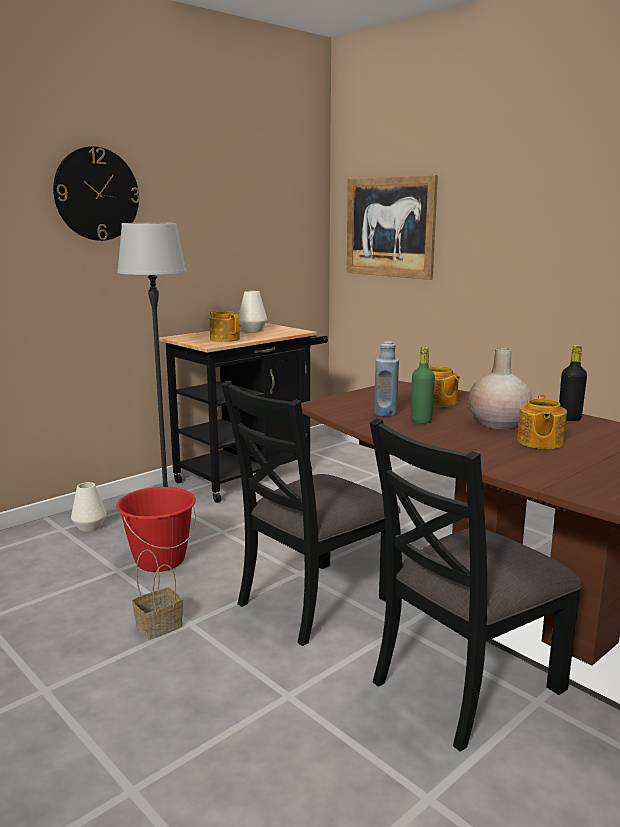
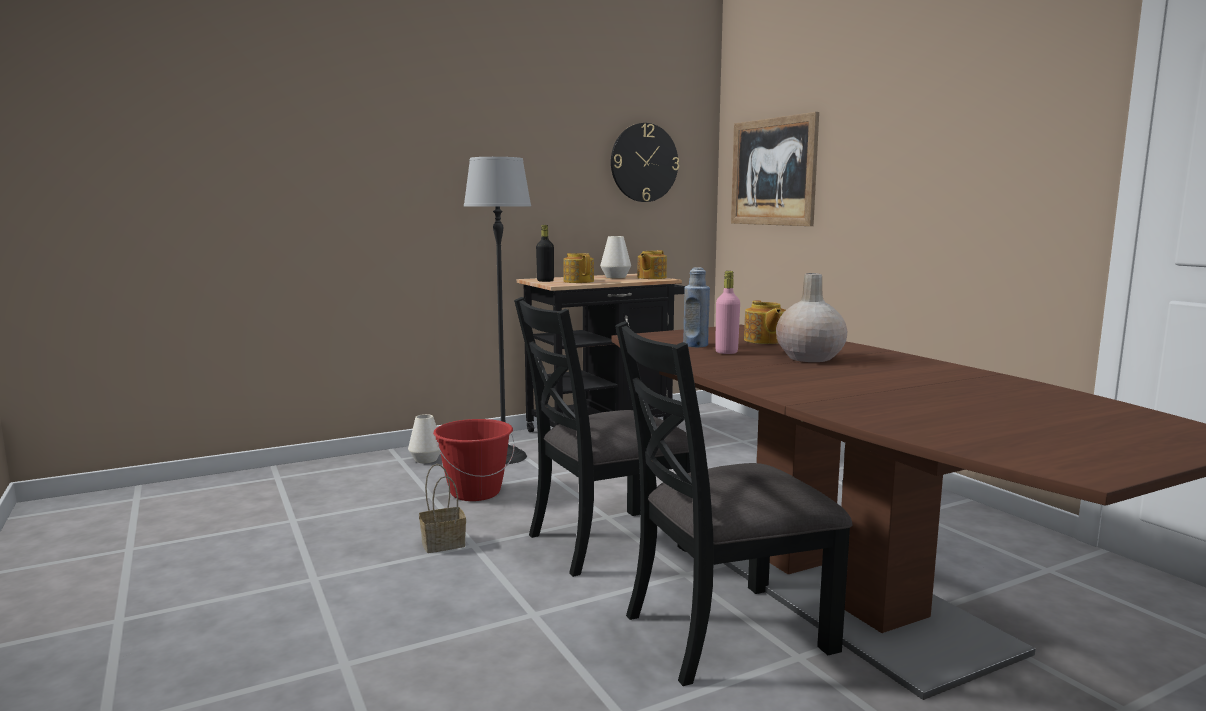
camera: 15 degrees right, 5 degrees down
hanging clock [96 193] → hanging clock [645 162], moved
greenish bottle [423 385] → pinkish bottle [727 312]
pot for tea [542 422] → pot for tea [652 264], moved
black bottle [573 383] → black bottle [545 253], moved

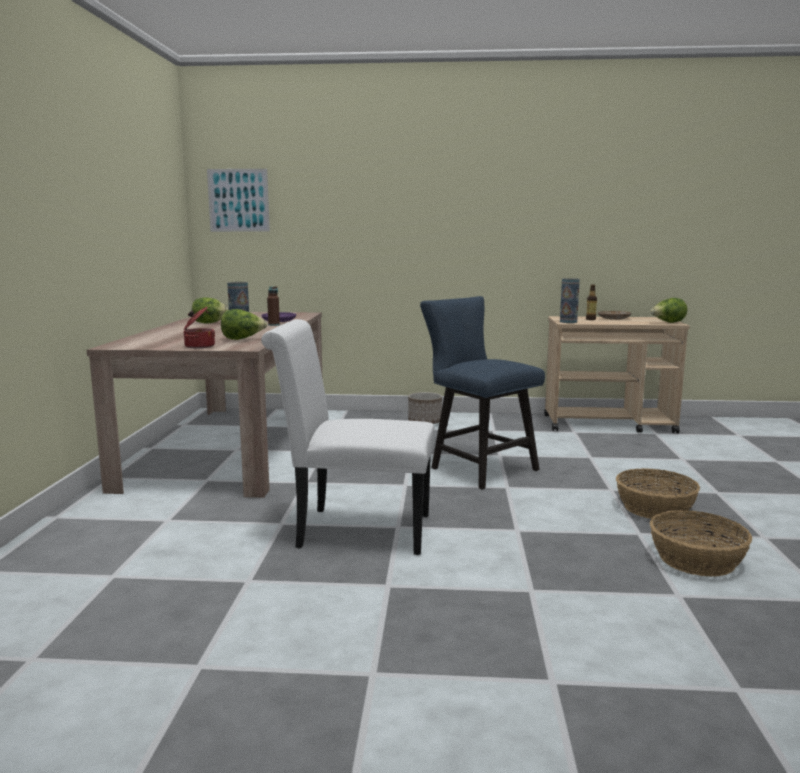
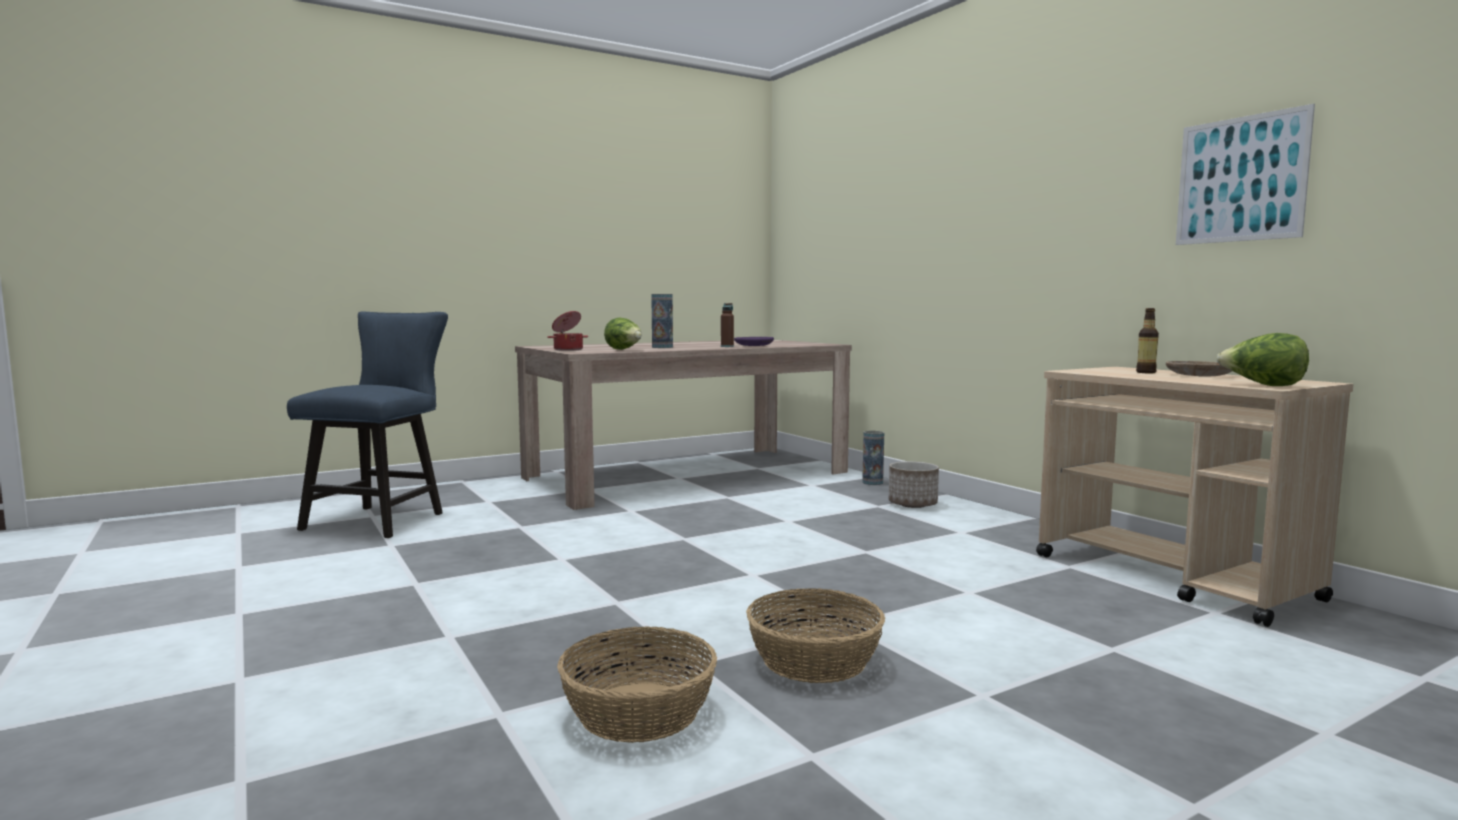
camera: 55 degrees right, 5 degrees down
lettuce [210 310] → -
wall art [238 200] → wall art [1245 174], moved
whitish chair [347 437] → -
bluish chair [482 392] → bluish chair [367 424], moved
flower vase [570 300] → flower vase [873 458], moved

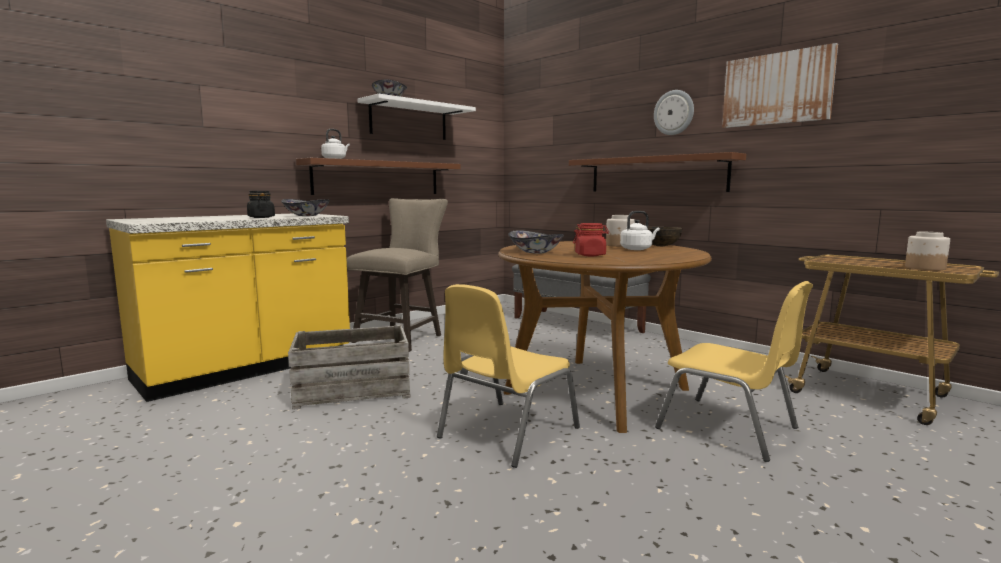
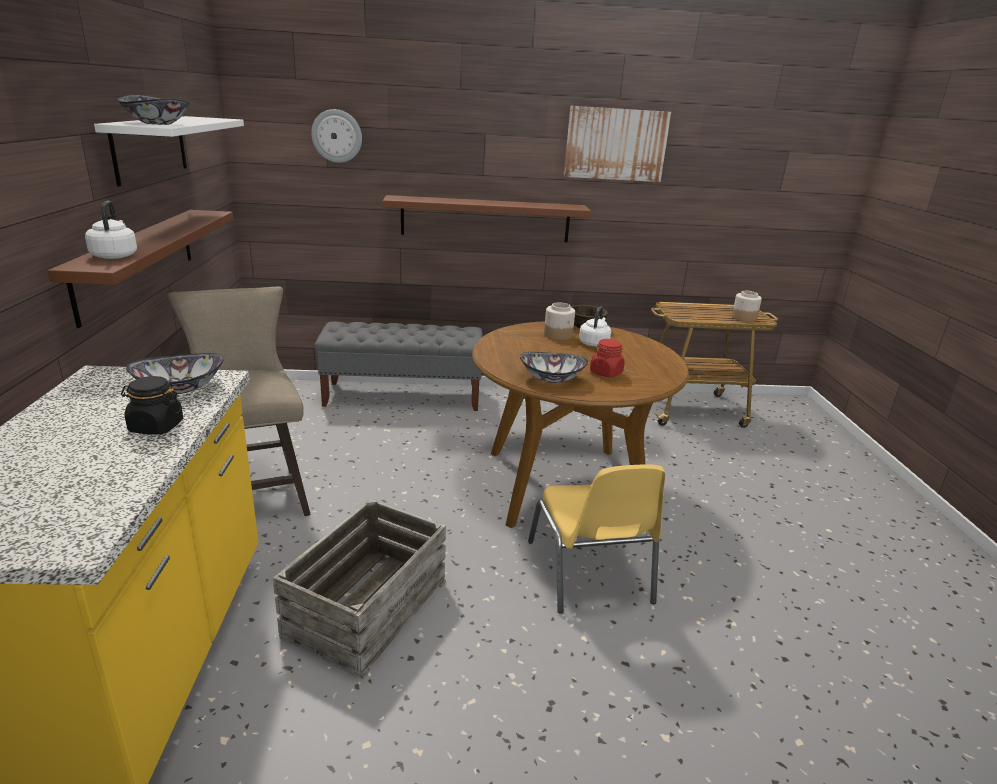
camera: 50 degrees left, 15 degrees up
hanging clock [674 112] → hanging clock [336 136], moved
yellow chair [734 371] → -

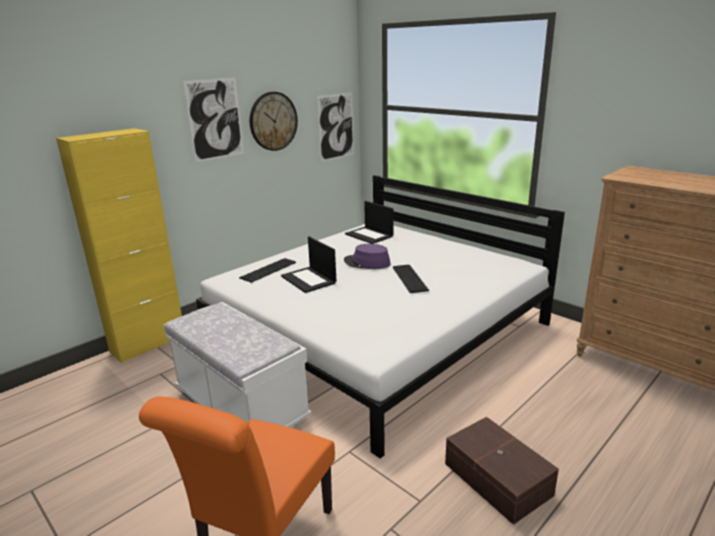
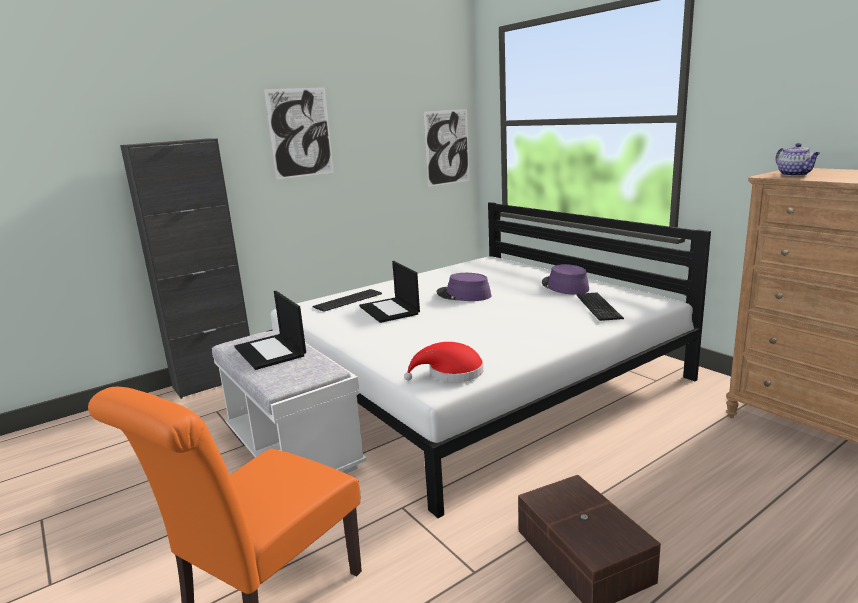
camera: 10 degrees right, 5 degrees down
yellow cabinet [119 245] → black cabinet [185 269]
hanging clock [274 121] → -
laptop [369 222] → laptop [270 330], moved
computer keyboard [411 279] → computer keyboard [600 307], moved
- → red wearable hat [444 362]
- → purple-coloured wearable hat [565 279]
- → pot for tea [797 159]

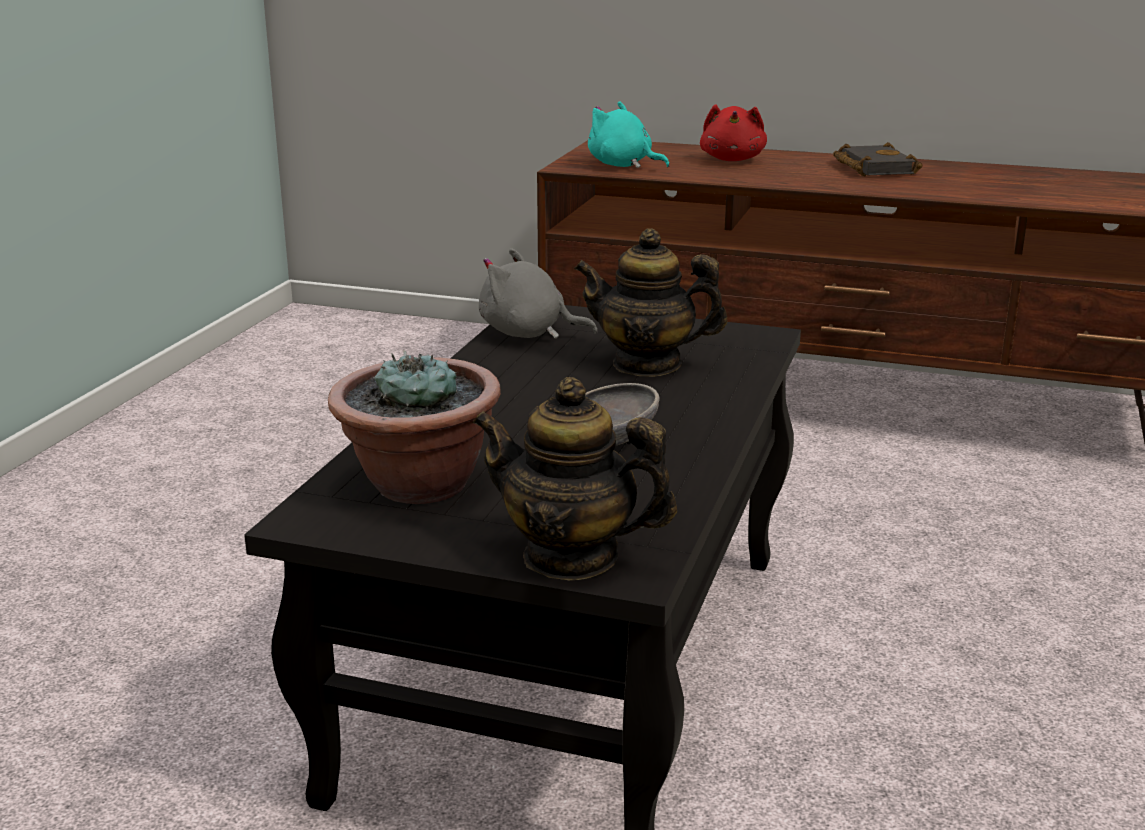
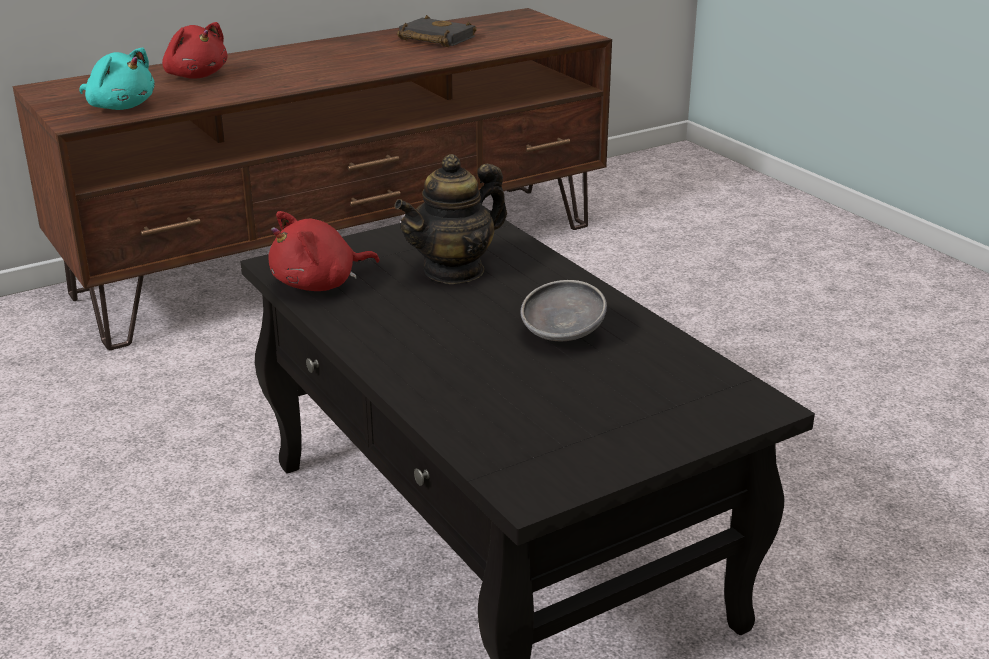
camera: 50 degrees left, 5 degrees up
plant in a pot [414 427] → -
pot for tea [574 478] → -
greyish plush toy [538 293] → red plush toy [324 251]
turquoise plush toy [629 134] → turquoise plush toy [117 79], 135 degrees counterclockwise
black bound book [878 159] → black bound book [437 31], moved

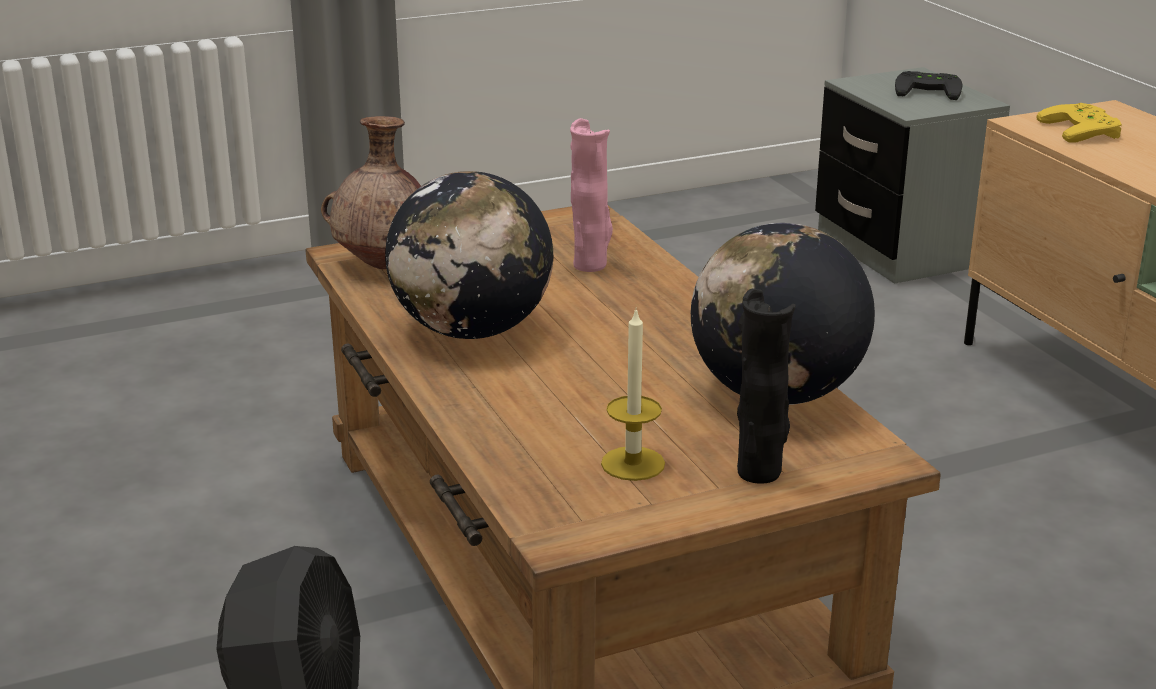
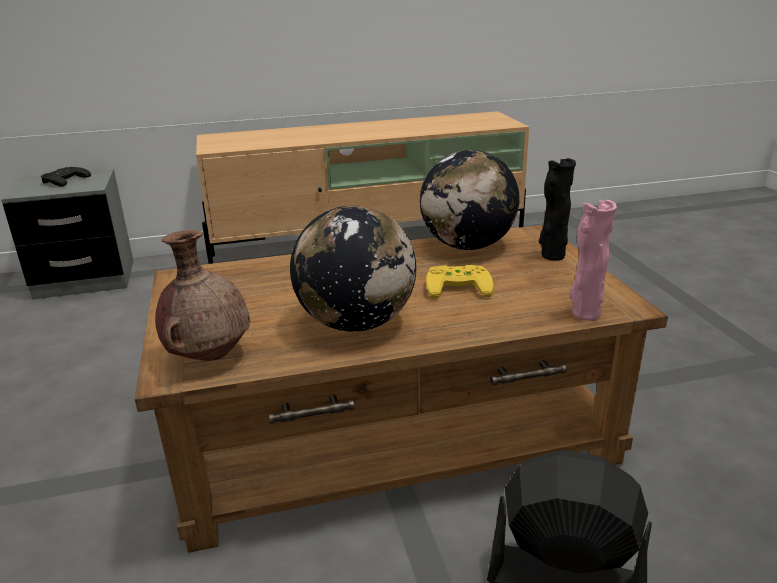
camera: 80 degrees left, 0 degrees up
pinkish flower vase [591 195] → pinkish flower vase [593 260], moved
wax candle [633 394] → -
yellow game controller [1079 123] → yellow game controller [460 281], moved

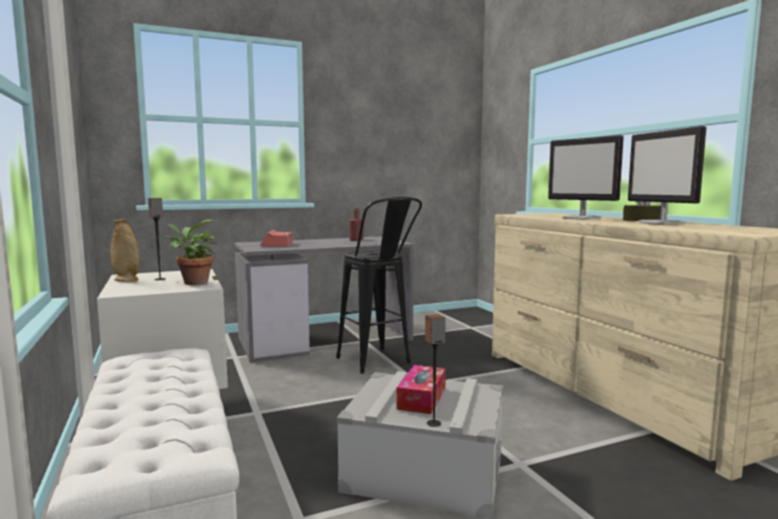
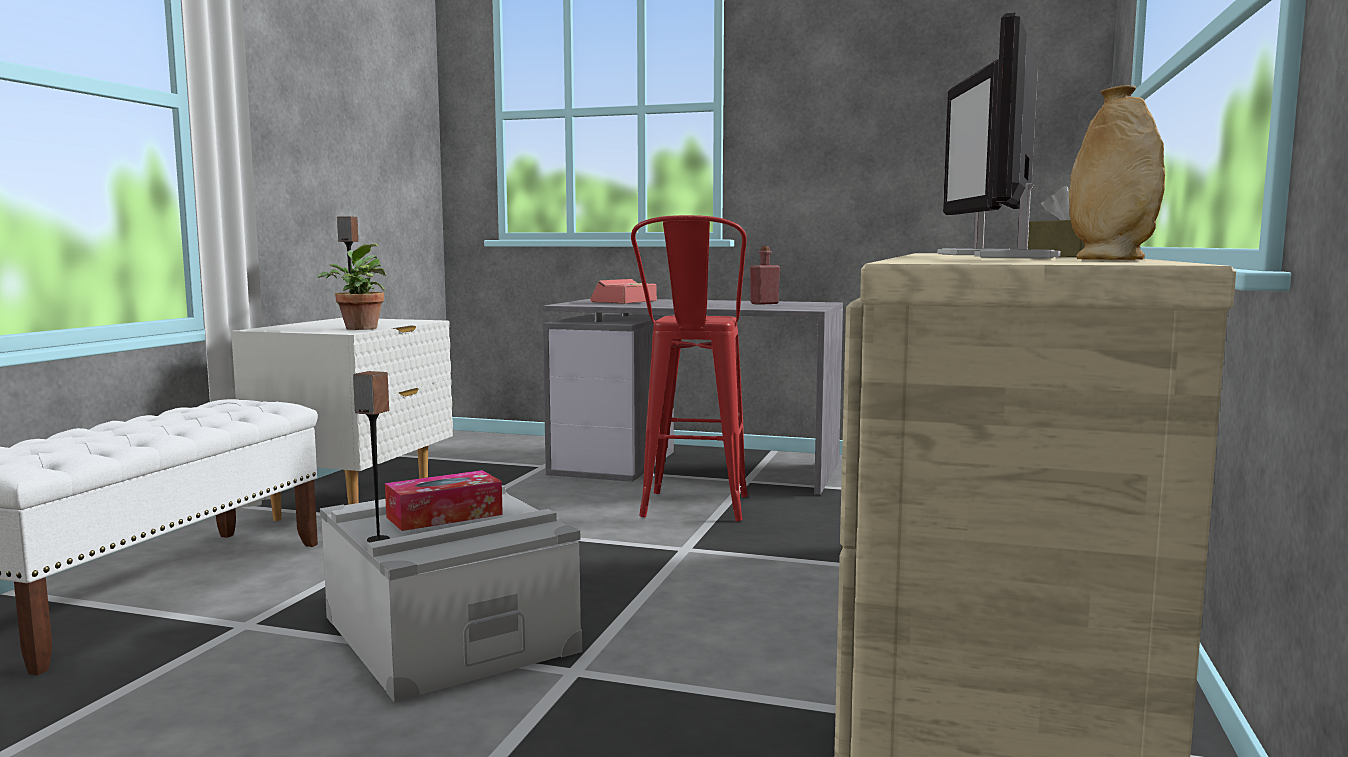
camera: 40 degrees right, 0 degrees up
beige flower vase [125 250] → beige flower vase [1117 172], moved
black stool [379 285] → red stool [689 368]

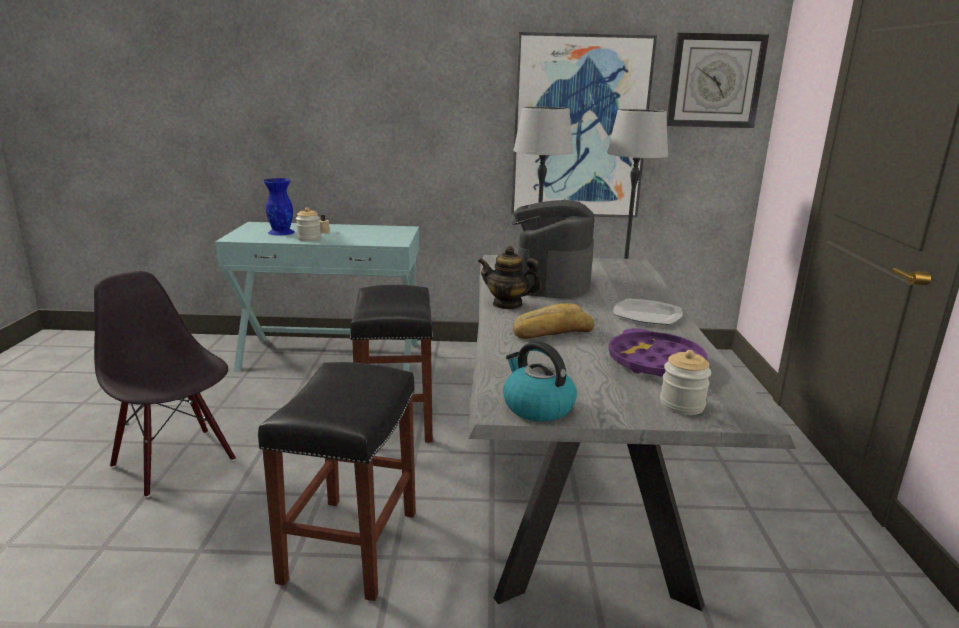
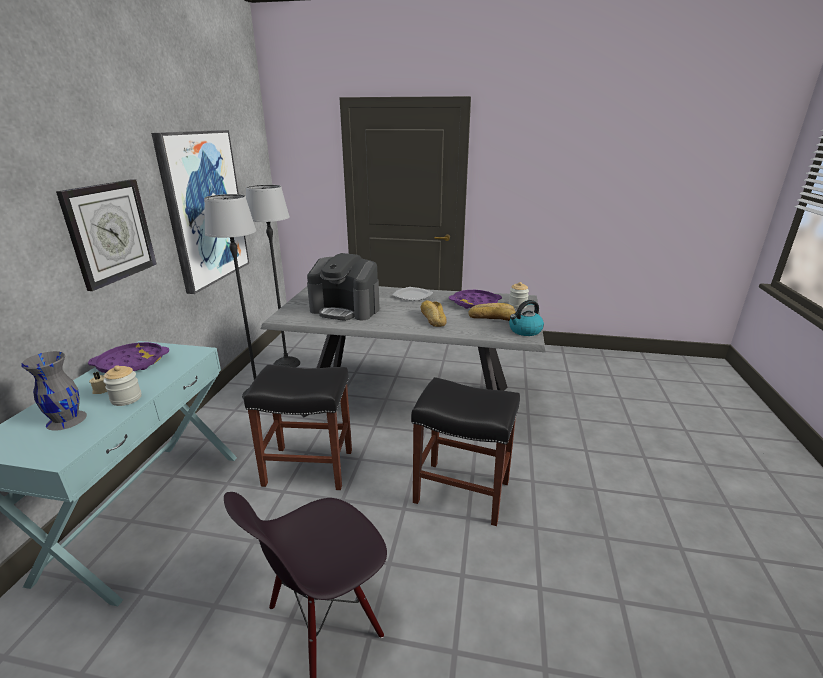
camera: 80 degrees left, 5 degrees up
bluish flower vase [278 206] → greyish flower vase [54 391]
pot for tea [510 277] → -
hanging clock [718 80] → hanging clock [106 235], moved
- → purple-coloured serving tray [128 357]
- → bread [492 312]

